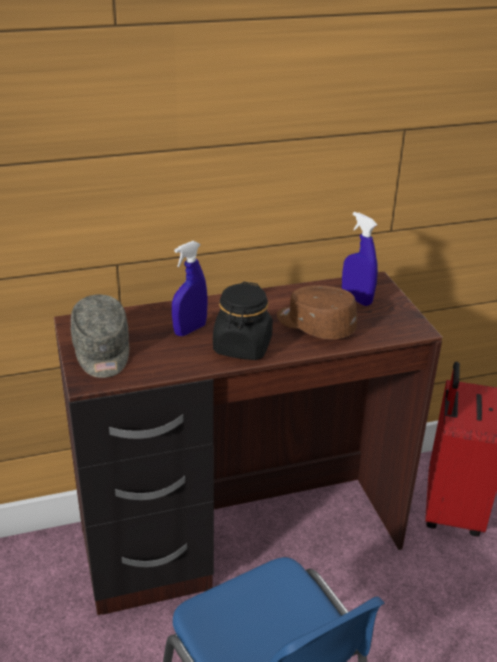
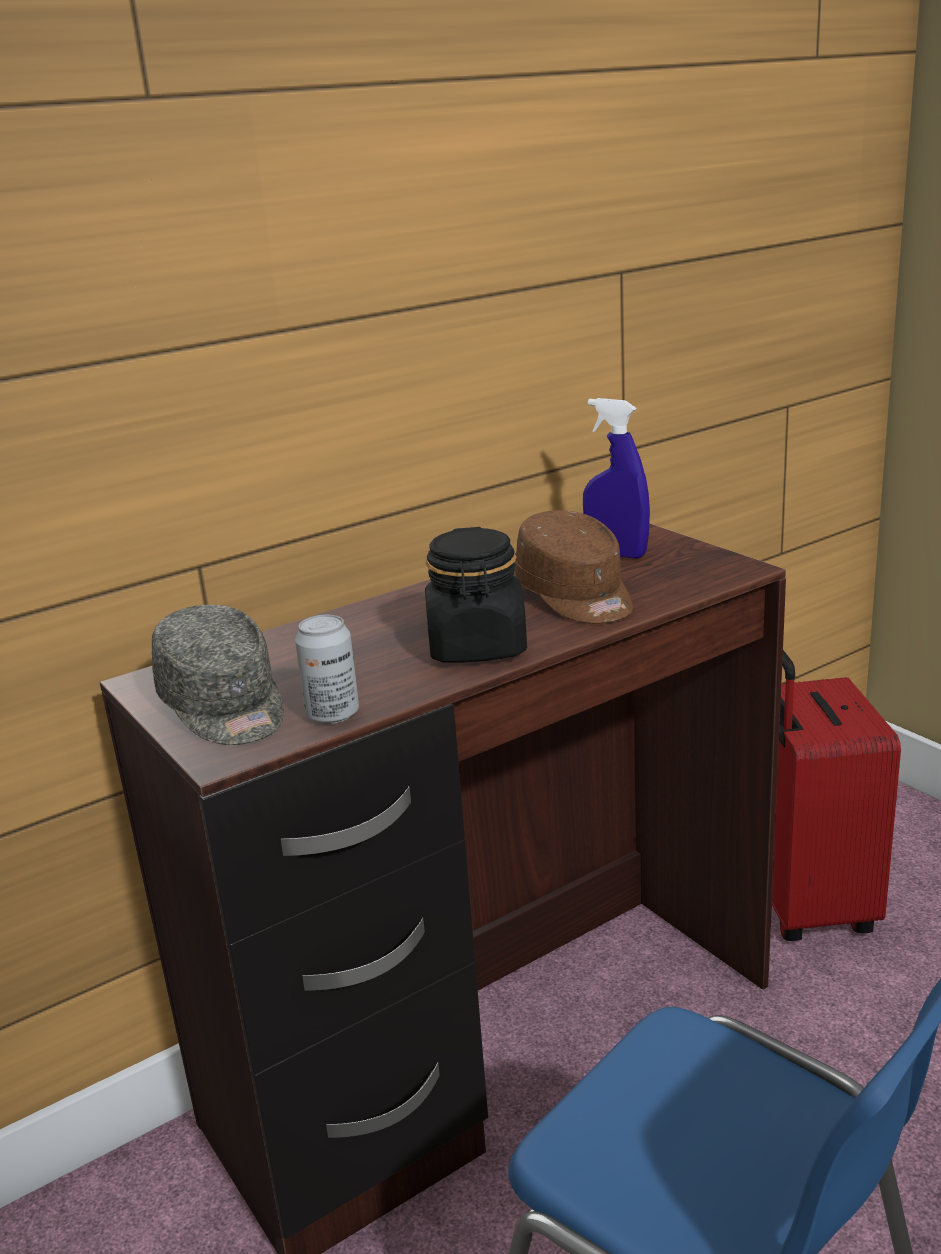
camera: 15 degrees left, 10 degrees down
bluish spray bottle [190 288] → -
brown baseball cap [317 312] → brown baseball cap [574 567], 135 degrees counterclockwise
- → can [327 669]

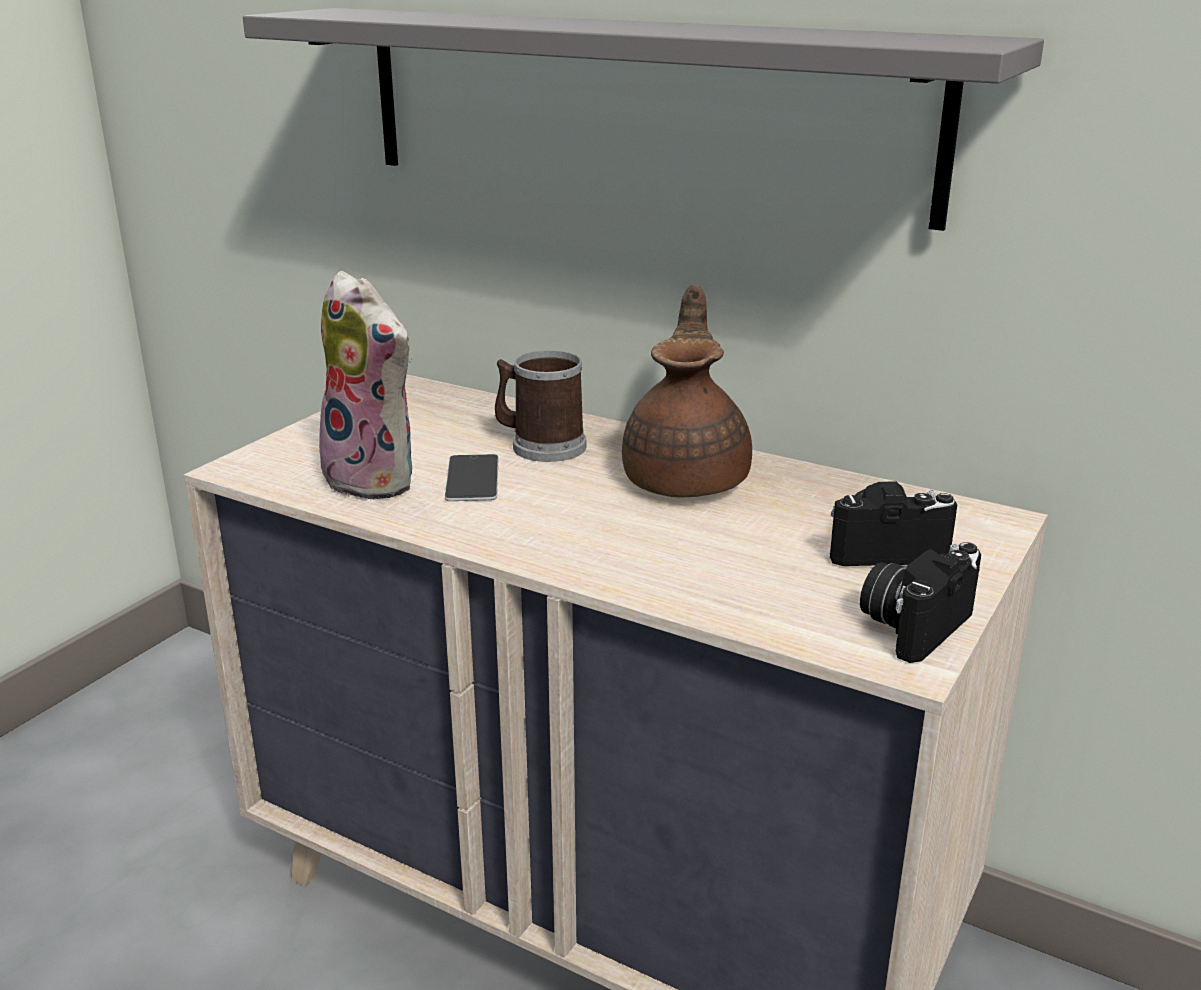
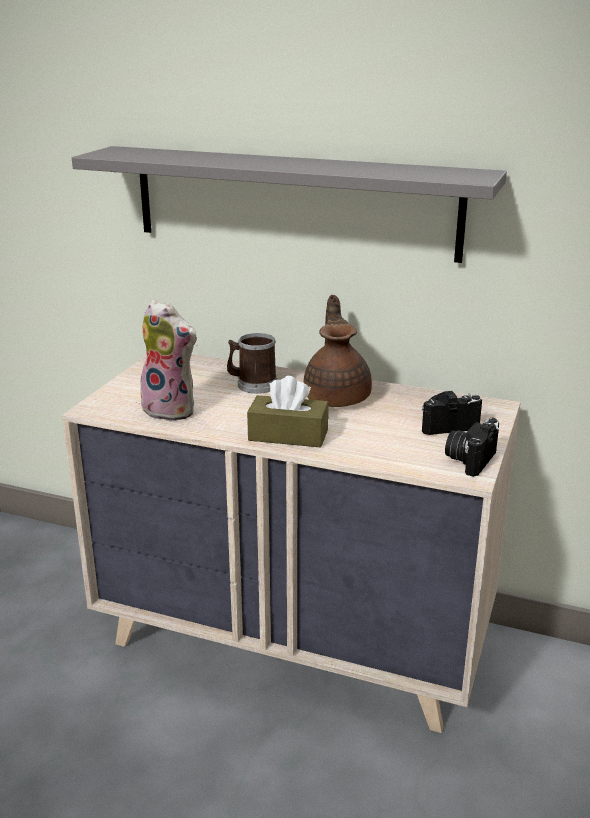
camera: 10 degrees left, 0 degrees up
handset [472 477] → -
- → brown tissue box [288 412]

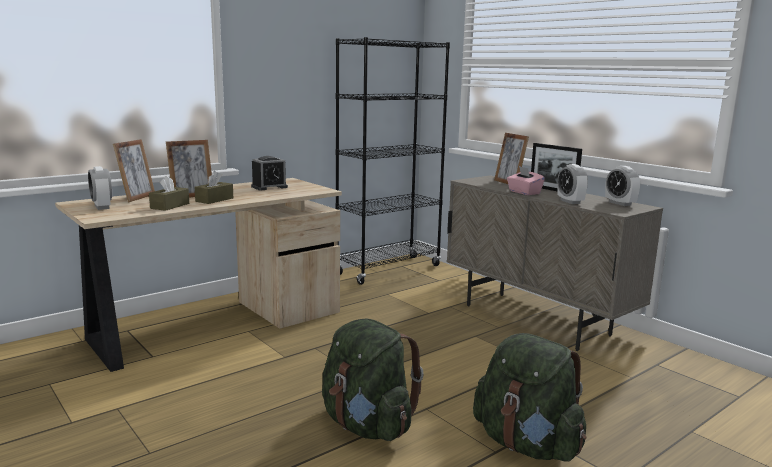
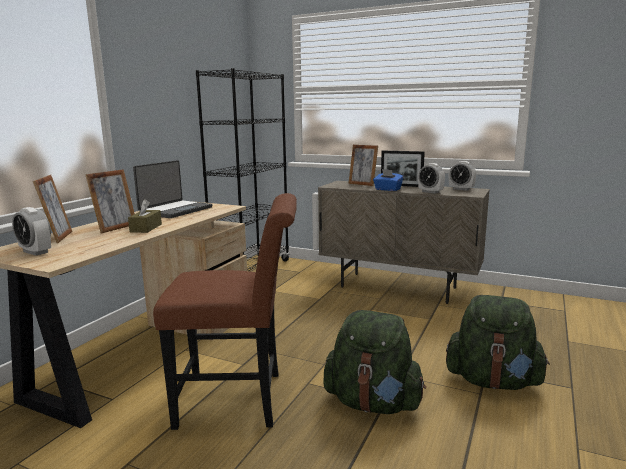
camera: 25 degrees left, 0 degrees up
brown tissue box [169 193] → -
bedside clock [269 173] → laptop [172 189]
pinkish tissue box [526 180] → bluish tissue box [388 180]
- → brown chair [225 311]

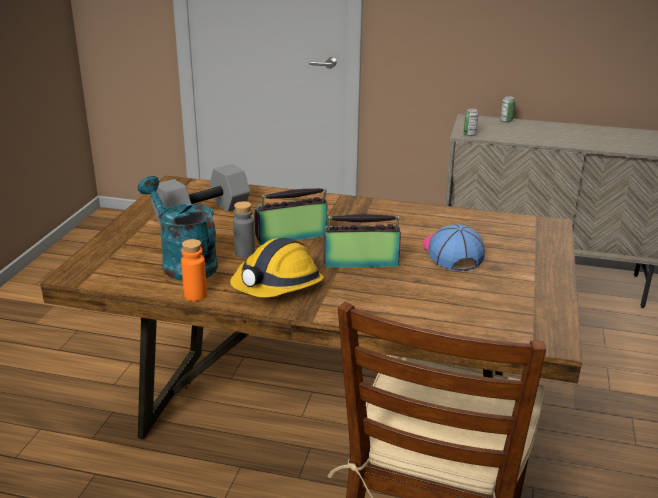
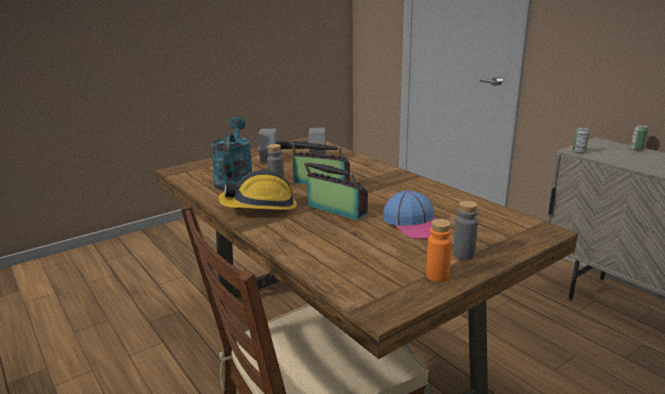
camera: 40 degrees right, 5 degrees down
orange-coloured bottle [194 270] → orange-coloured bottle [439 250], moved
baseball cap [453 247] → baseball cap [410 214], 120 degrees clockwise
- → greyish bottle [465 230]

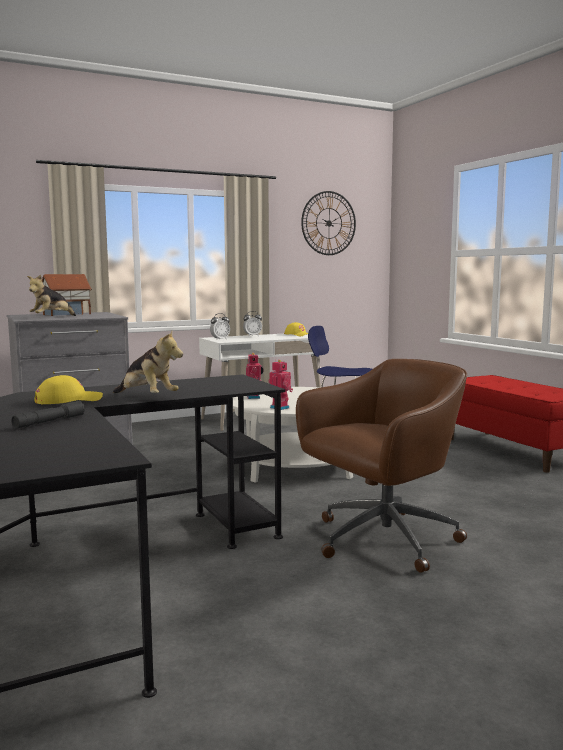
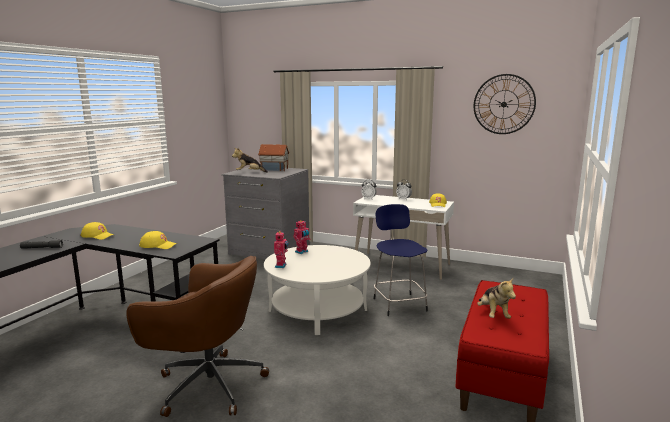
camera: 50 degrees right, 5 degrees up
plush toy [148 362] → plush toy [496 298], moved
- → yellow baseball cap [158 240]

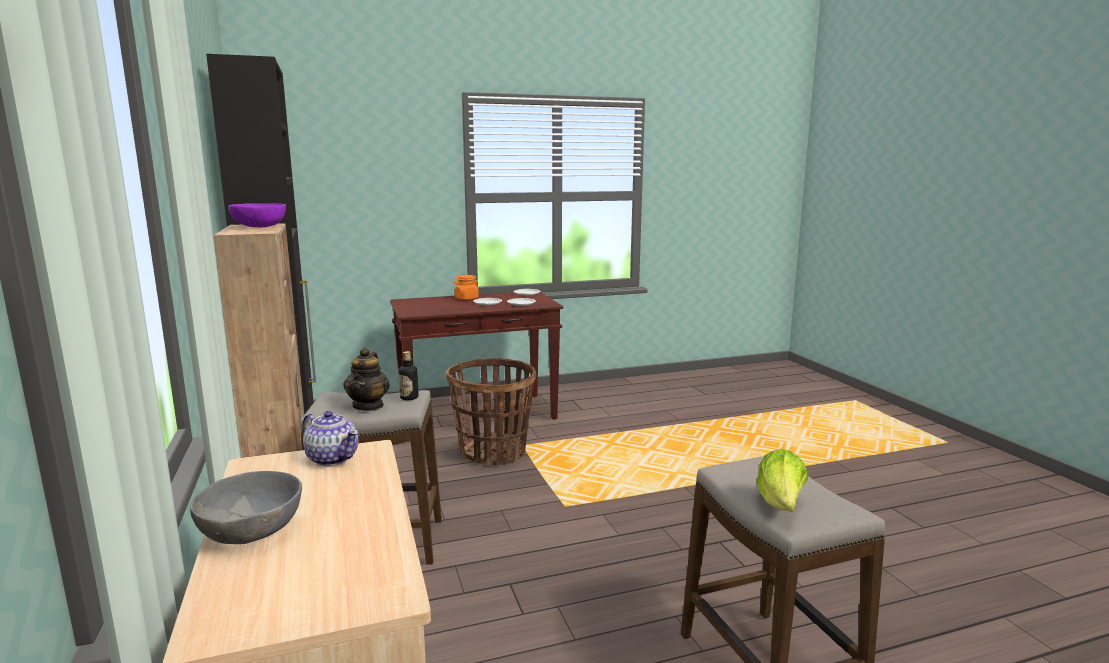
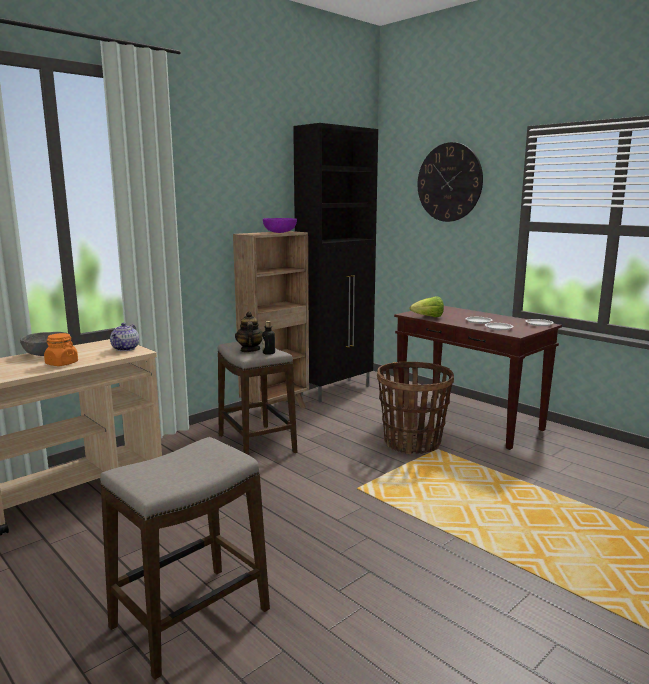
camera: 65 degrees right, 0 degrees up
pot for tea [366 379] → pot for tea [249 332], 105 degrees clockwise
orange-coloured jar [466 287] → orange-coloured jar [61 349], moved
lettuce [782 480] → lettuce [426 306], moved
- → hanging clock [450 182]

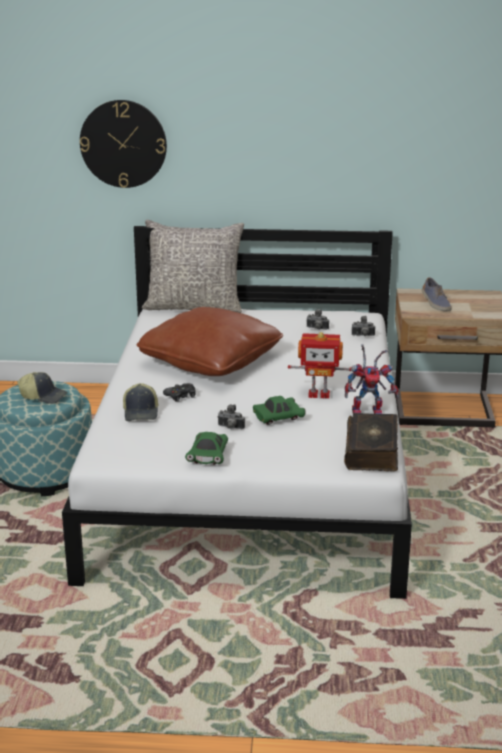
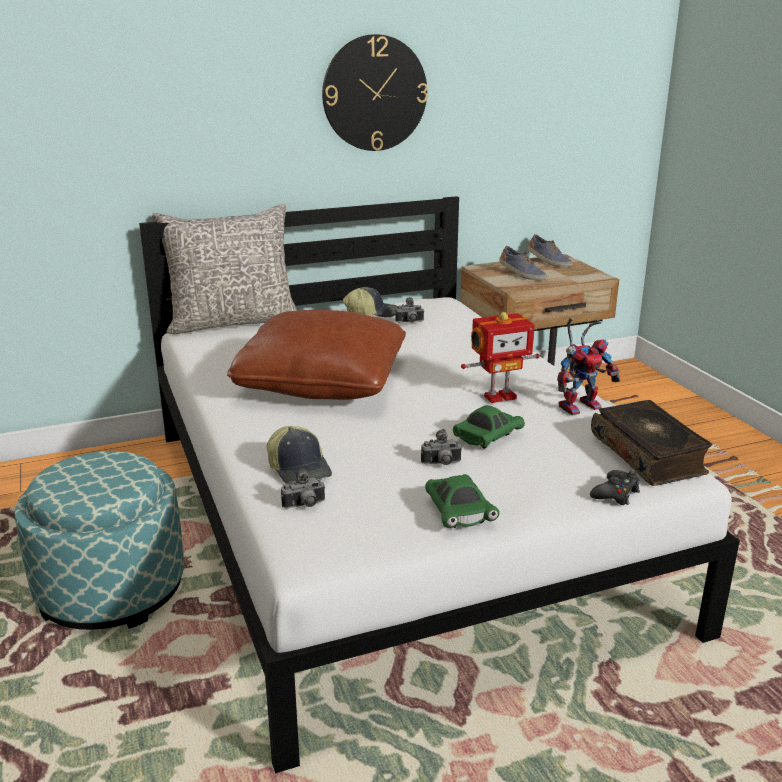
camera: 25 degrees left, 0 degrees up
baseball cap [42 388] → baseball cap [370 302], moved
hanging clock [123 144] → hanging clock [375 92], moved
black game controller [179 392] → black game controller [615 487], moved
still camera [363 326] → still camera [303 488], moved
- → shoe [550 250]

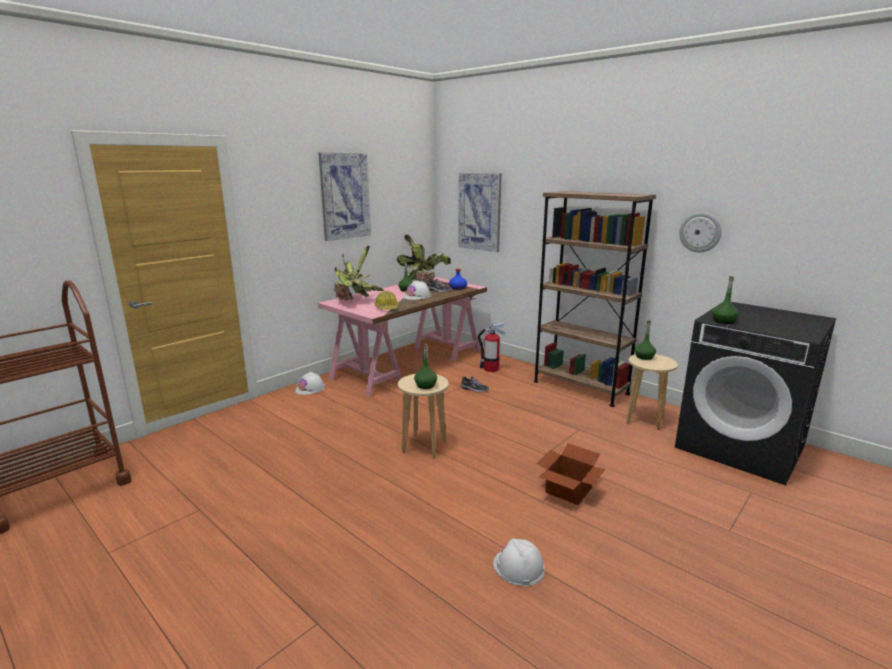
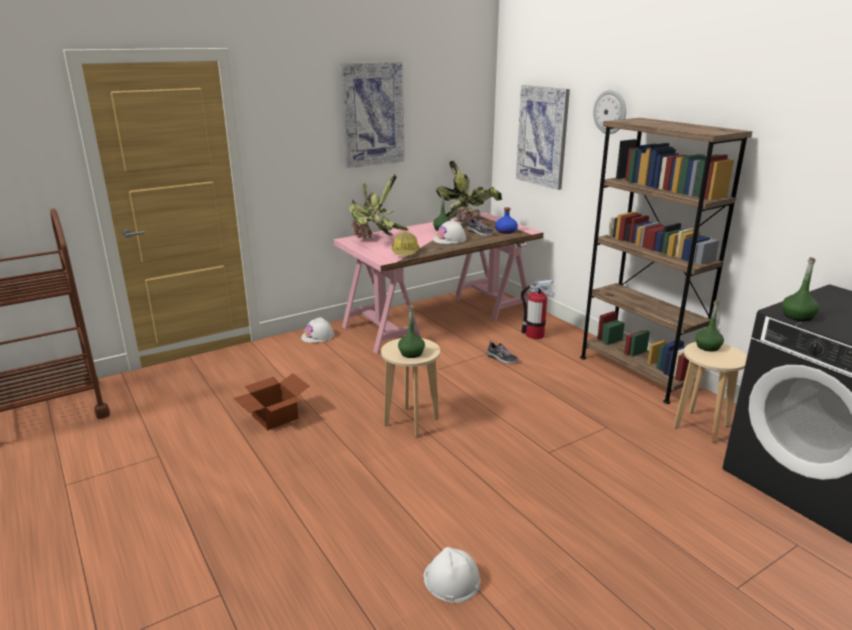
camera: 15 degrees right, 5 degrees up
packing box [571 474] → packing box [271 402], moved
hanging clock [700 232] → hanging clock [609 112], moved

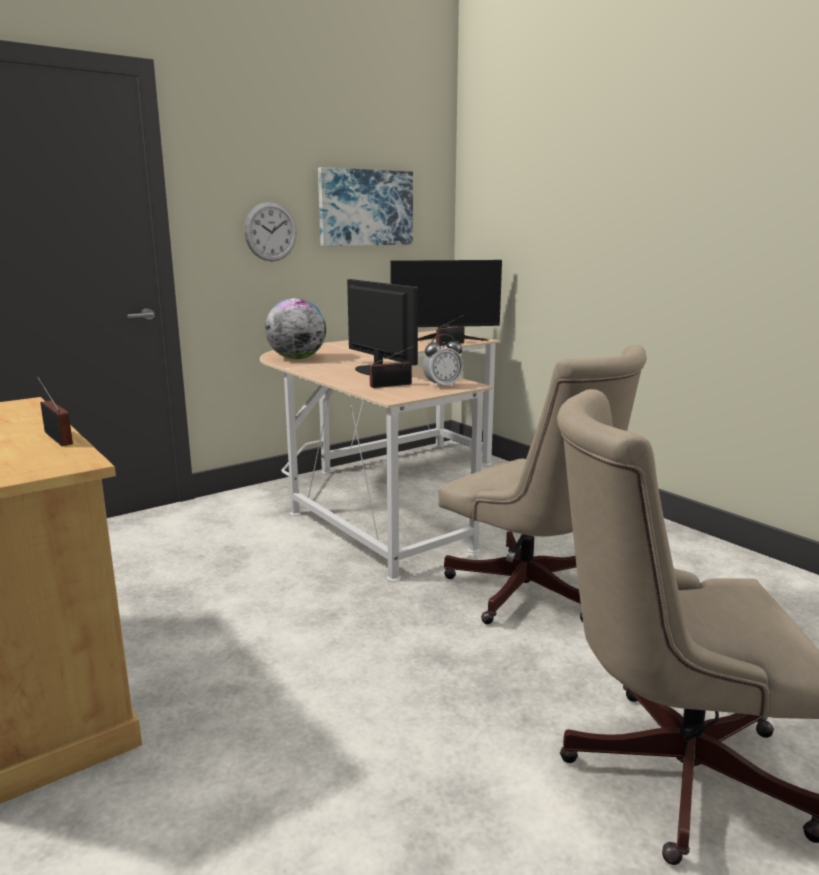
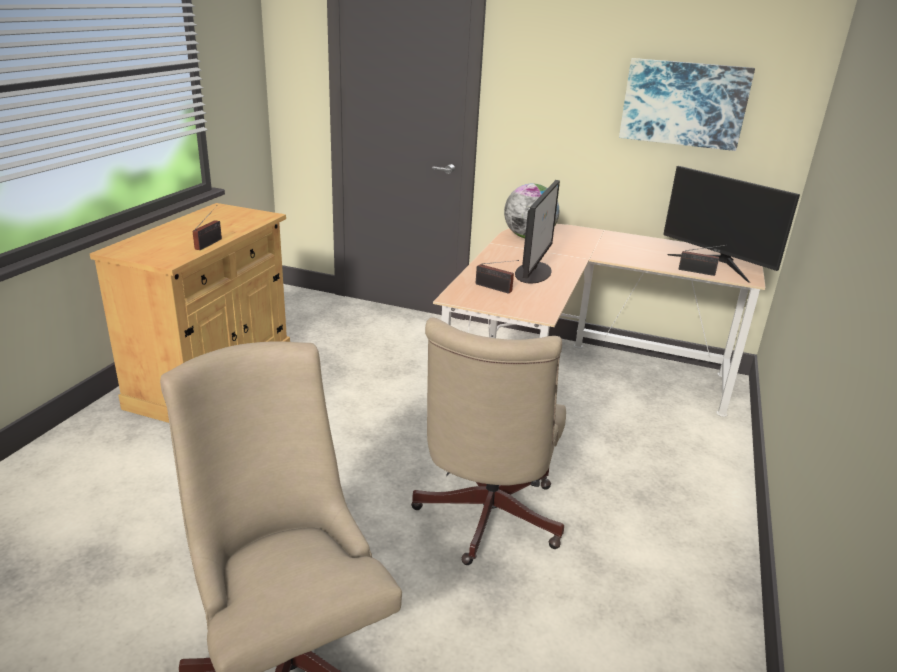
camera: 55 degrees right, 10 degrees up
hanging clock [270 232] → -
bedside clock [443 361] → -

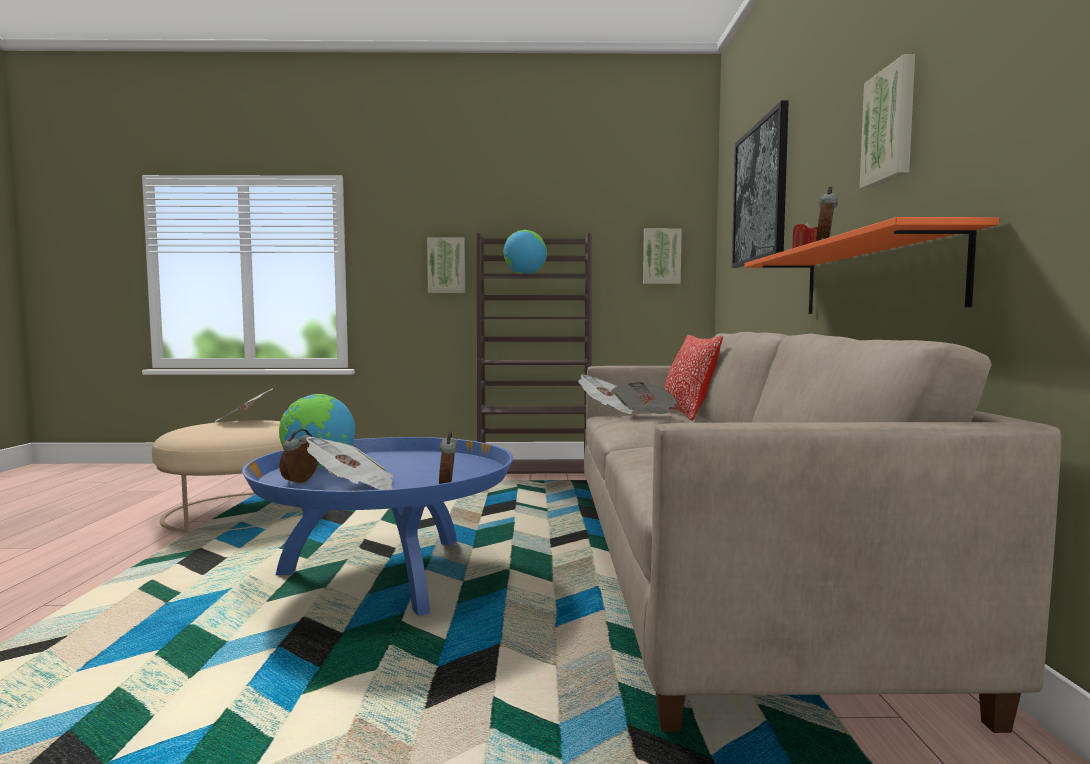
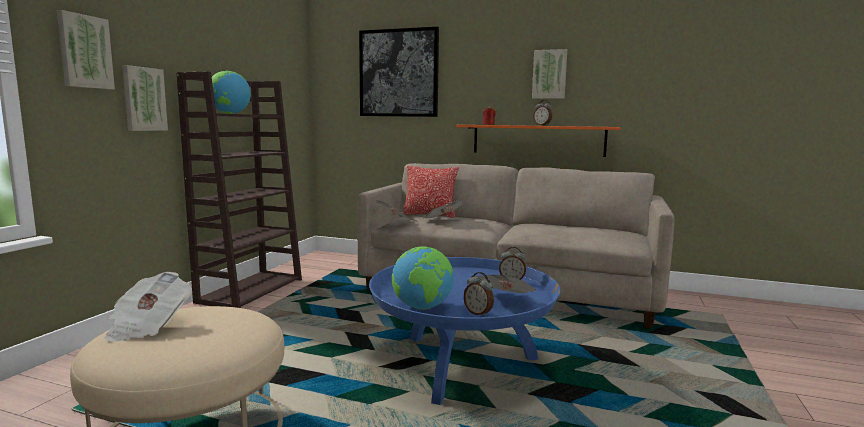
camera: 70 degrees left, 5 degrees up
wall art [662 256] → wall art [86 50], moved

